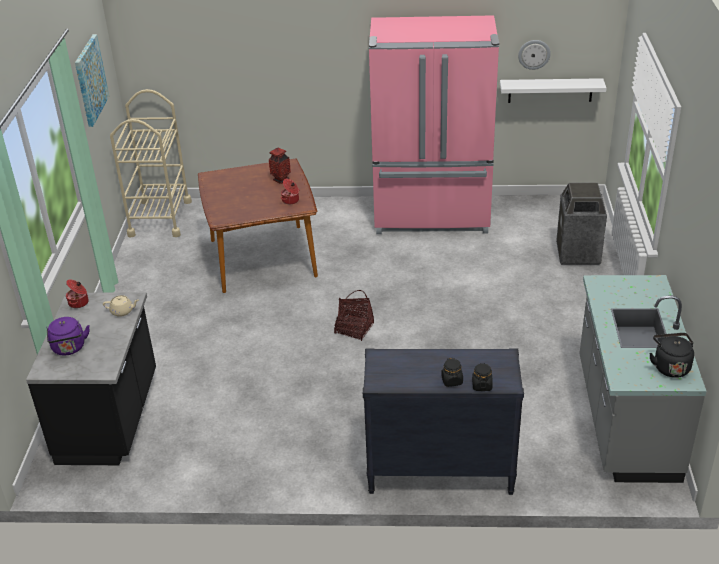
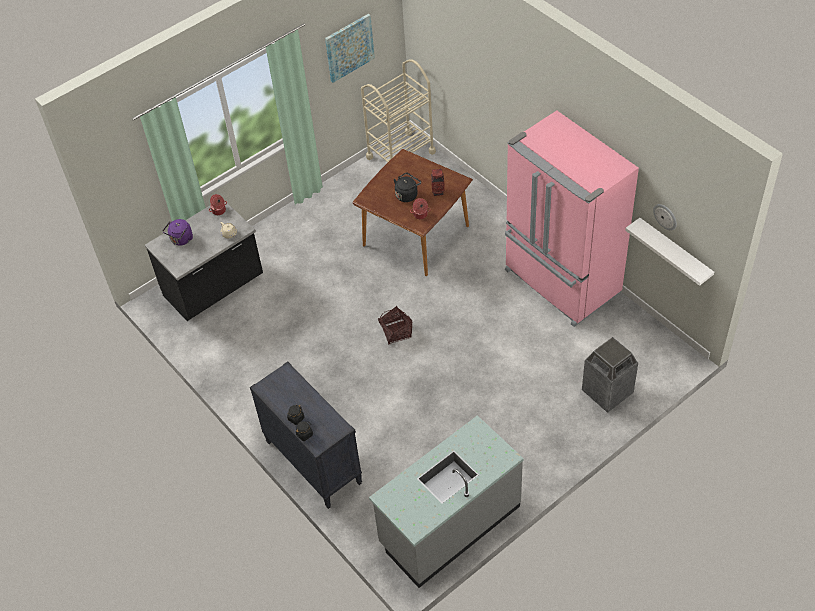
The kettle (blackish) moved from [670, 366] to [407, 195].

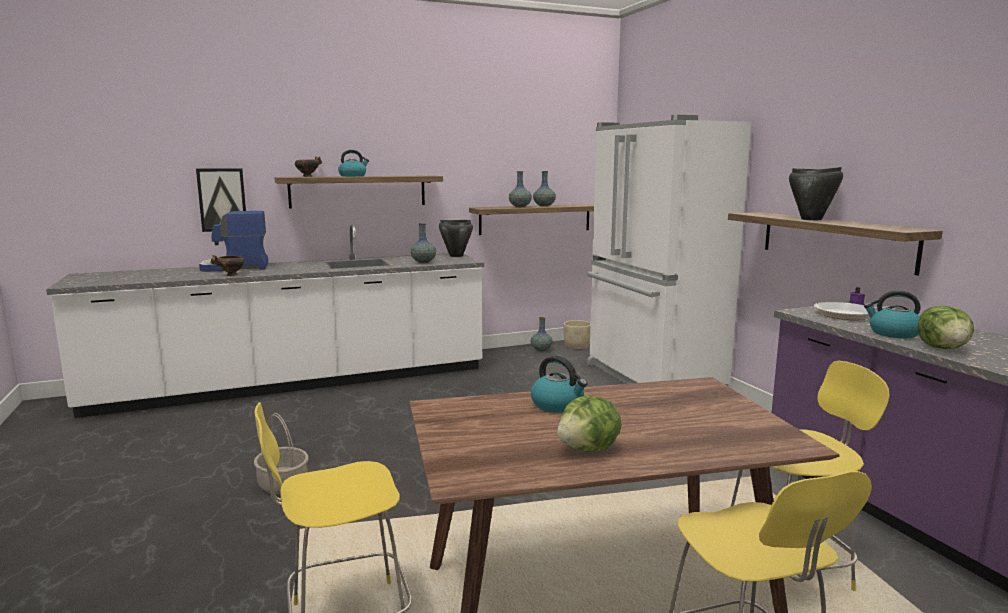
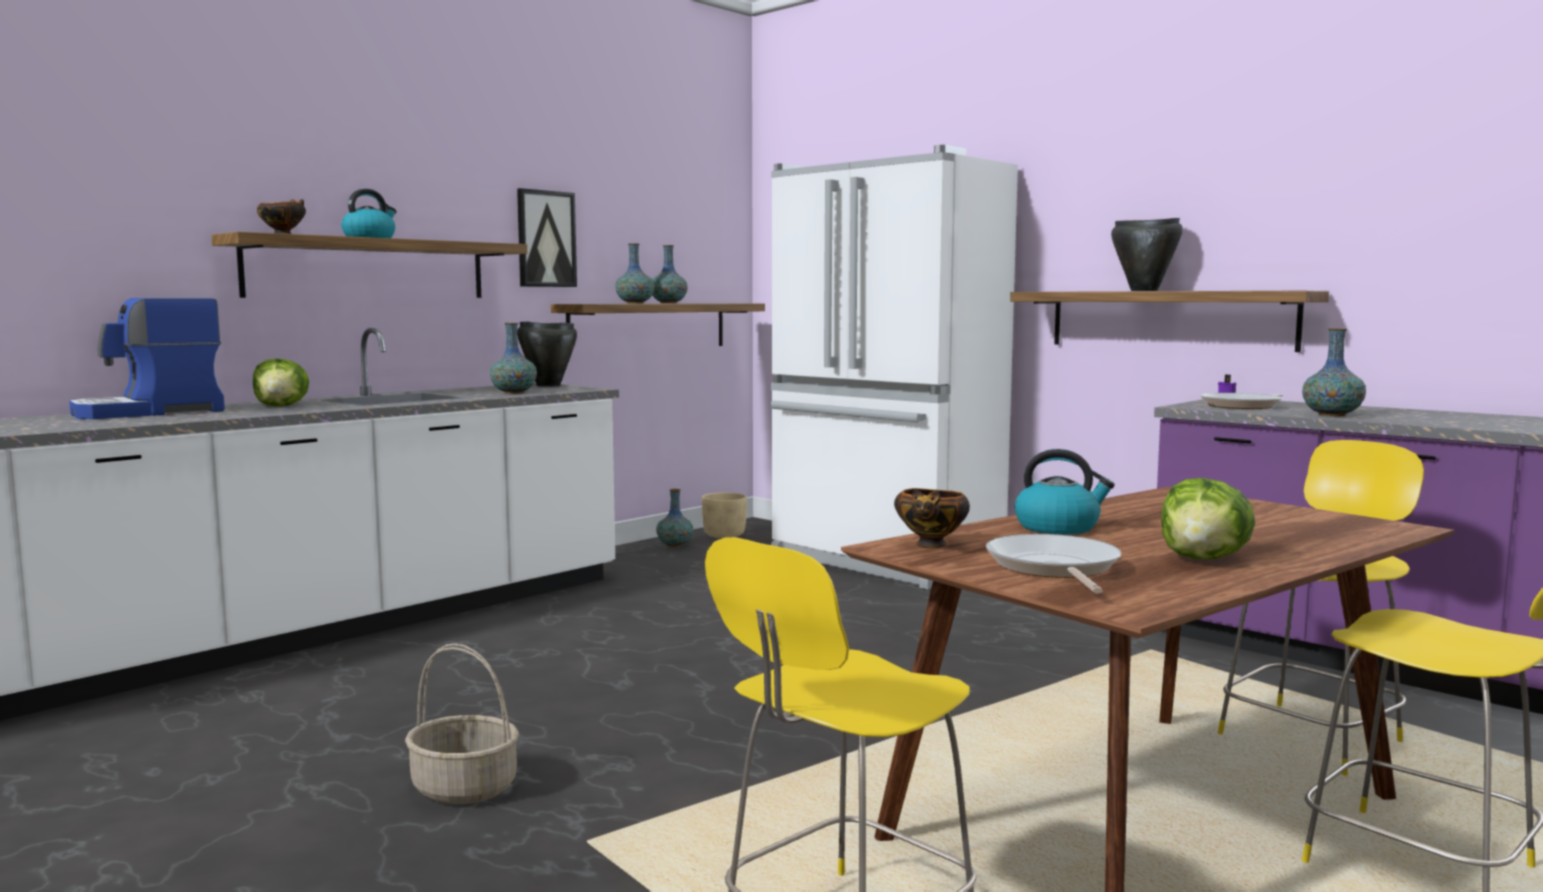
The frying pan at [1053, 568] appeared.
The wall art moved from [222, 199] to [546, 239].
The deep dish moved from [231, 275] to [931, 546].
The head of lettuce moved from [943, 348] to [281, 406].
The kettle at [893, 333] was replaced by the vase at [1332, 415].

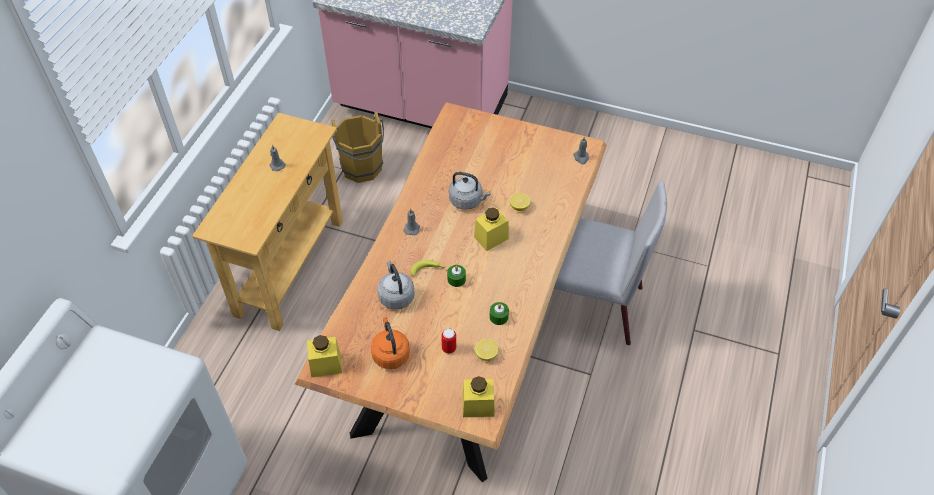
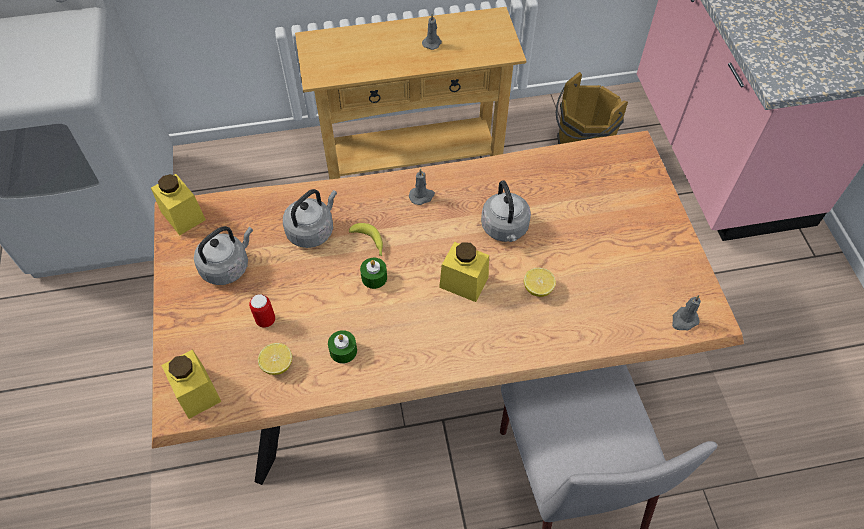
The kettle (orange-coloured) at [390, 354] became the kettle (grey) at [227, 266].

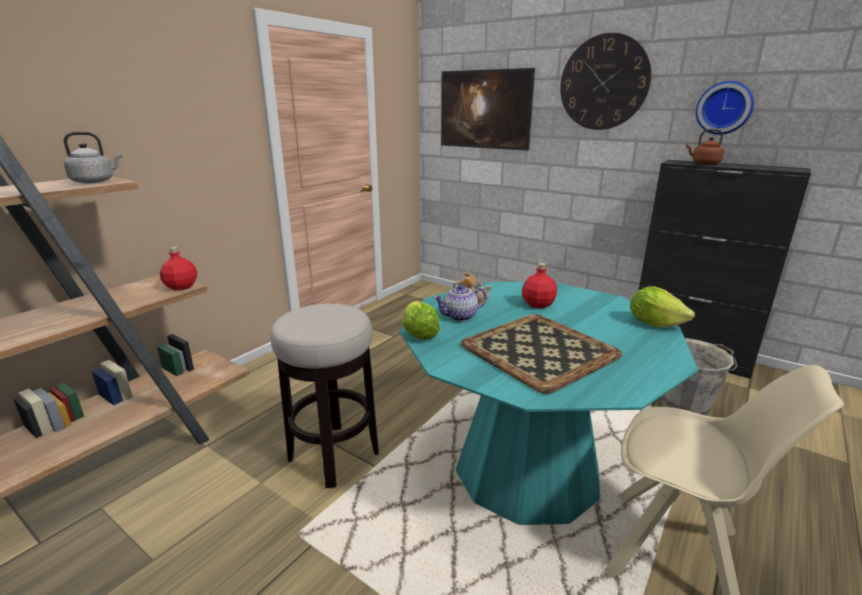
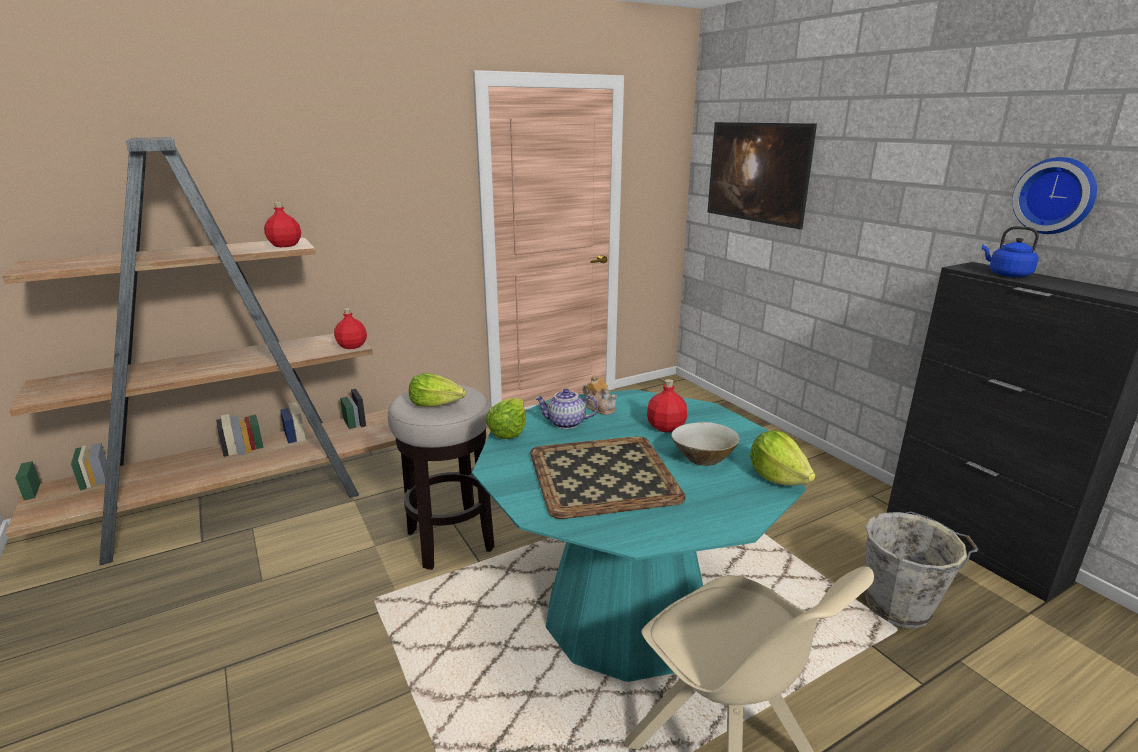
The hanging clock at [603, 83] disappeared.
The head of lettuce at [436, 404] appeared.
The deep dish (beige-coloured) at [703, 458] appeared.
The kettle (grey) at [95, 181] was replaced by the bottle (red) at [285, 245].
The kettle (brown-coloured) at [704, 163] became the kettle (blue-coloured) at [1007, 274].

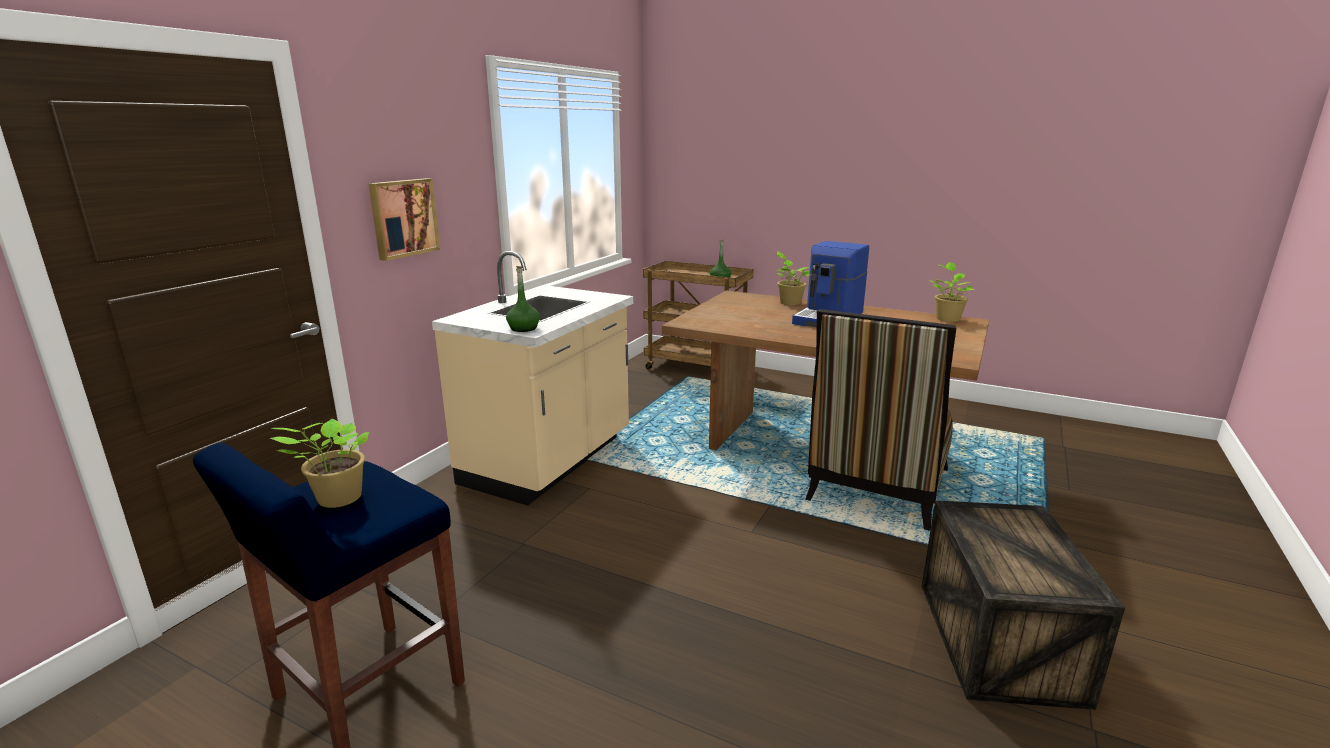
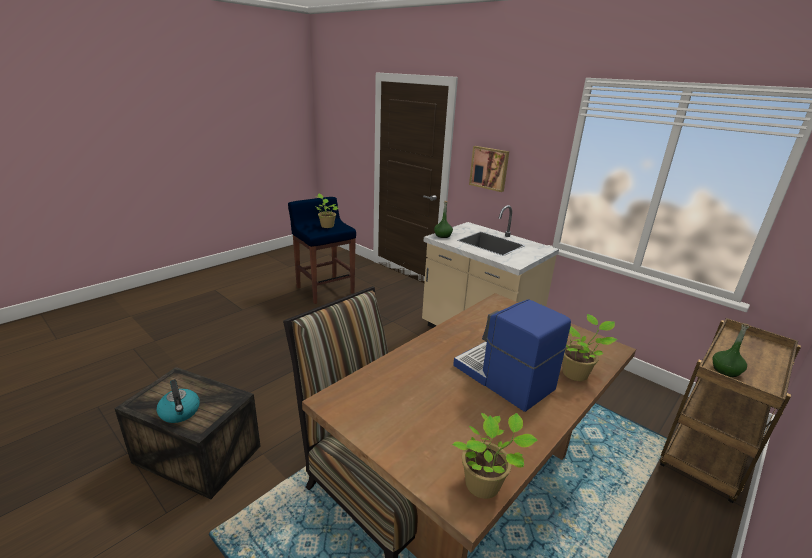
The kettle at [180, 412] appeared.

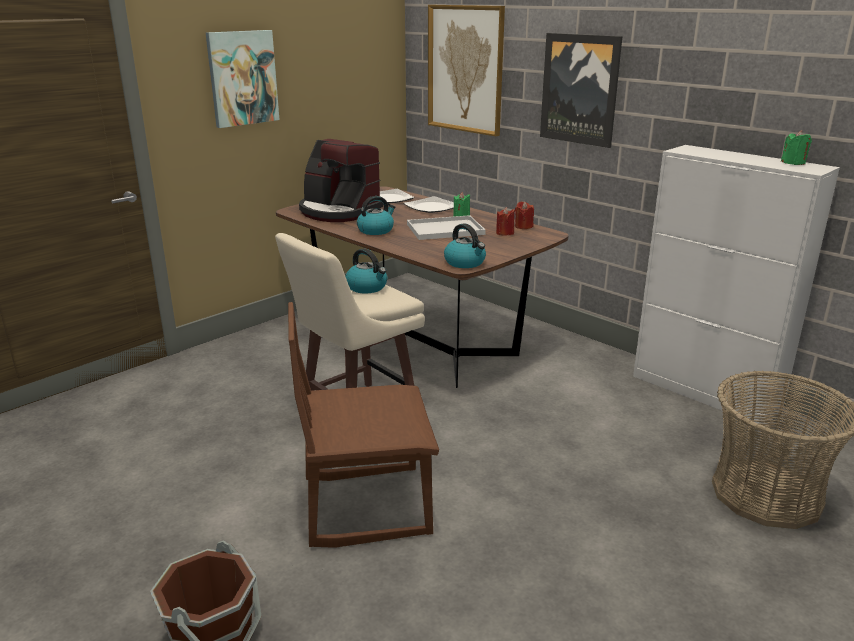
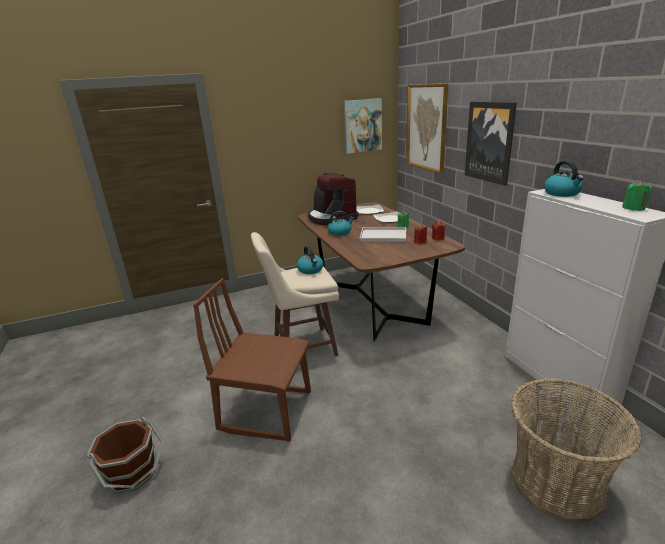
The wall art moved from [242, 78] to [362, 125].
The kettle moved from [465, 263] to [562, 193].

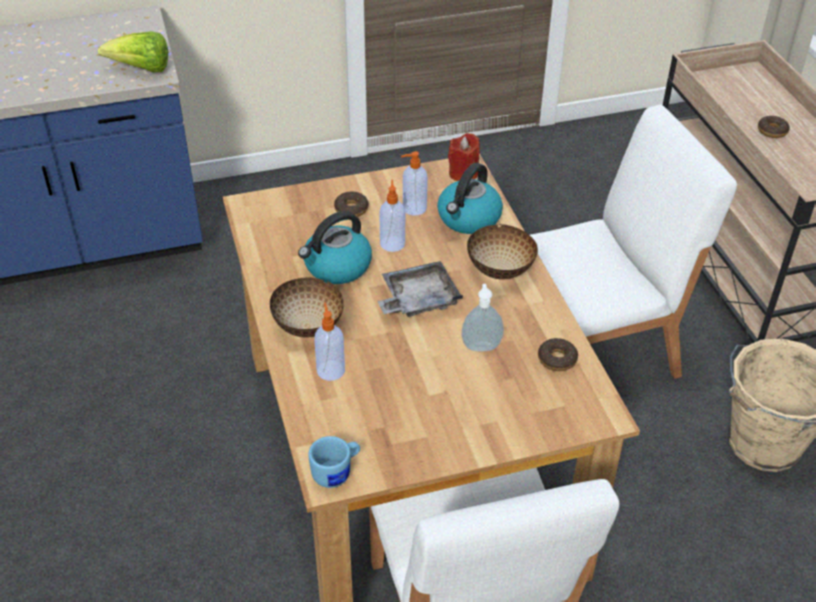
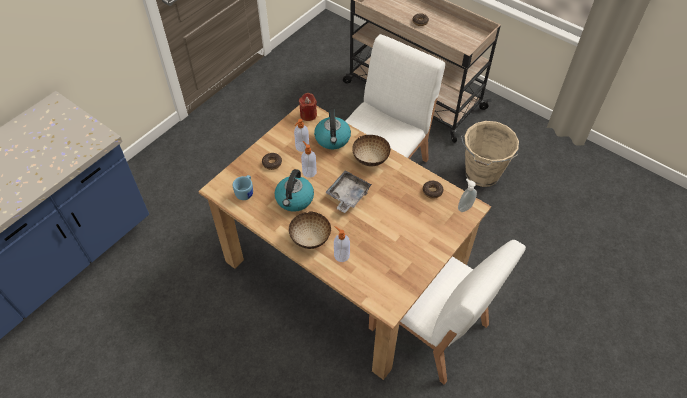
The head of lettuce at [142, 69] disappeared.
The tea mug (blue-coloured) moved from [337, 472] to [246, 192].
The soap dispenser moved from [481, 346] to [464, 207].

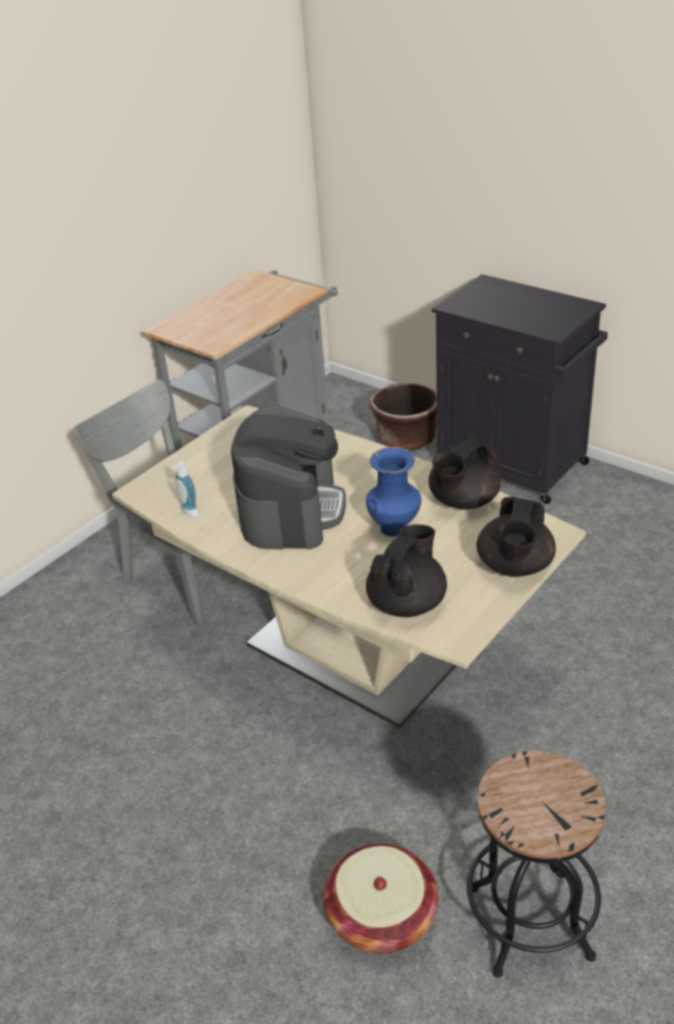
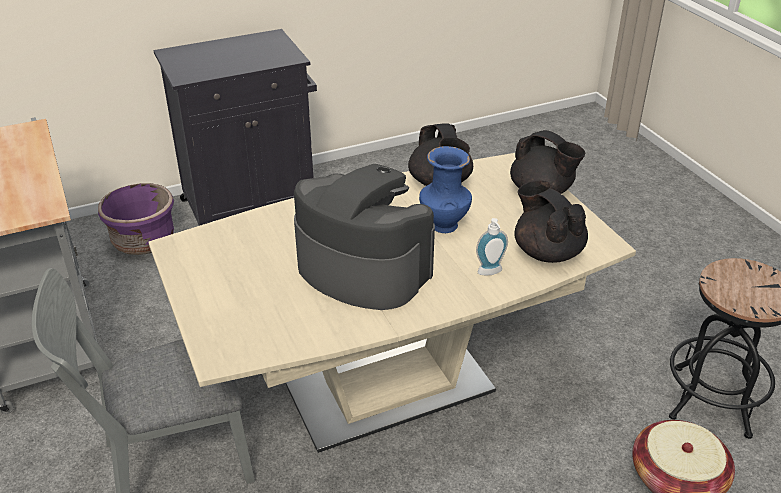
The soap dispenser moved from [187, 513] to [491, 273].
The planter (brown-coloured) at [406, 439] became the planter (purplish) at [143, 241].

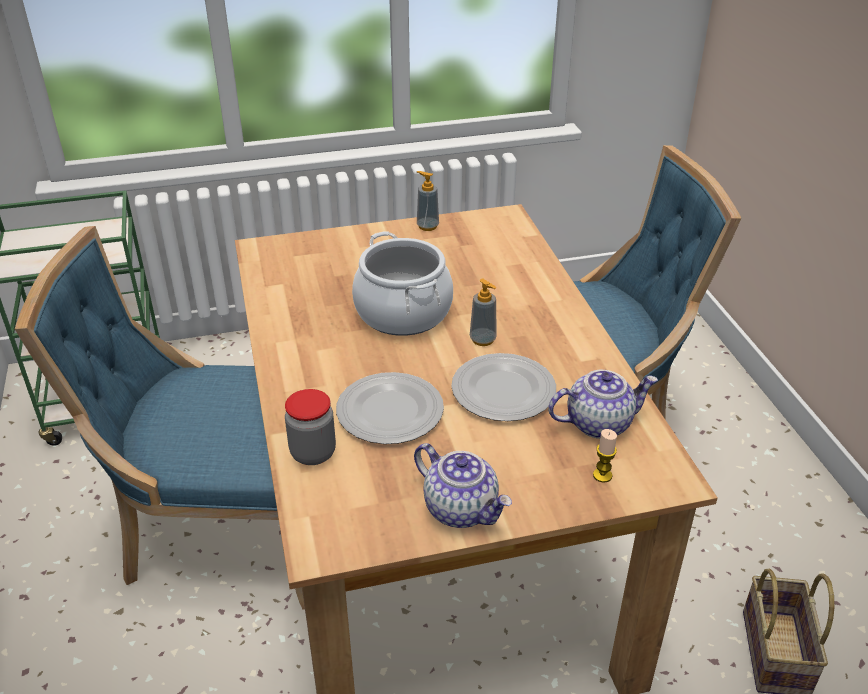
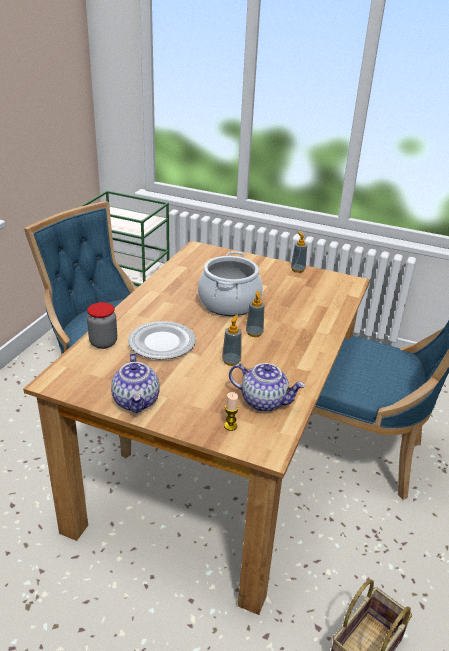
The dinner plate at [502, 391] was replaced by the soap dispenser at [231, 361].

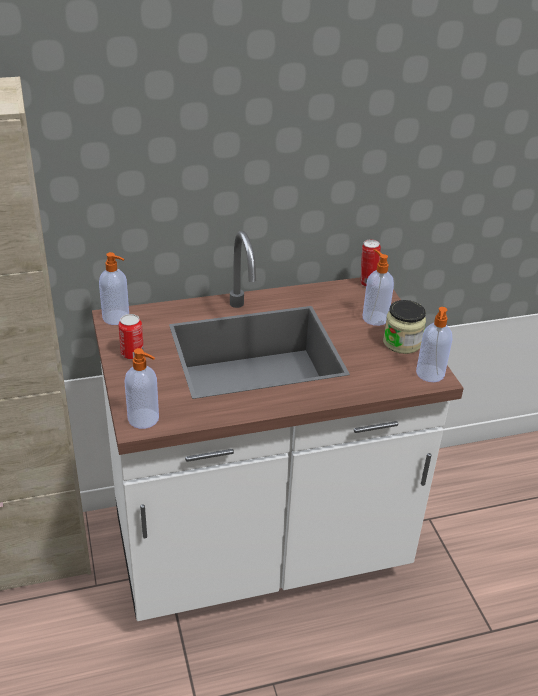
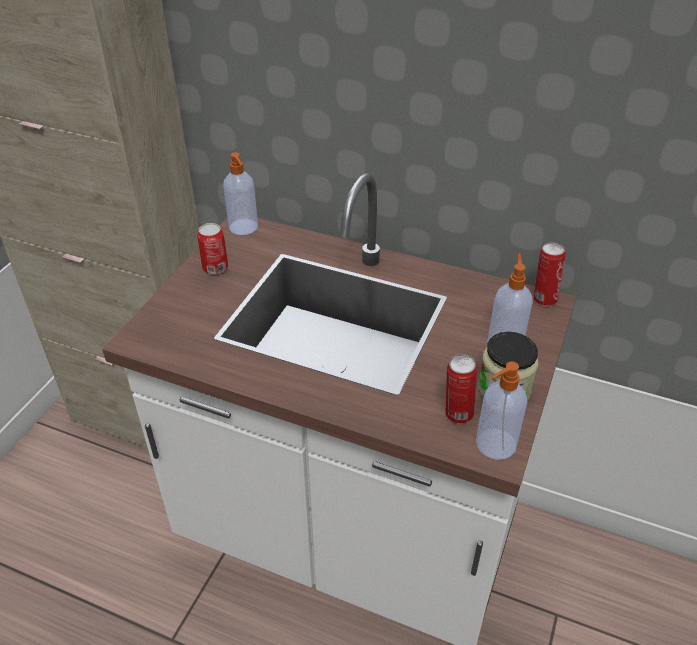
The soap dispenser at [144, 419] disappeared.
The metal can at [457, 414] appeared.

